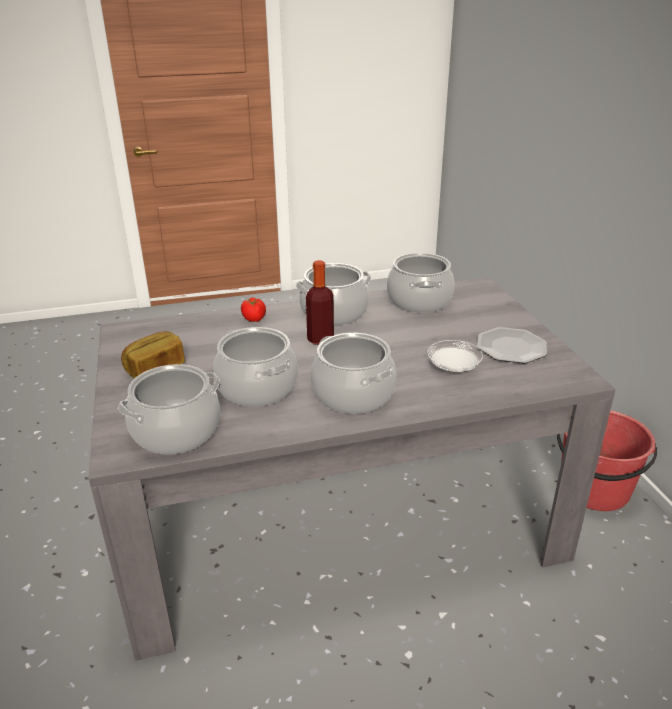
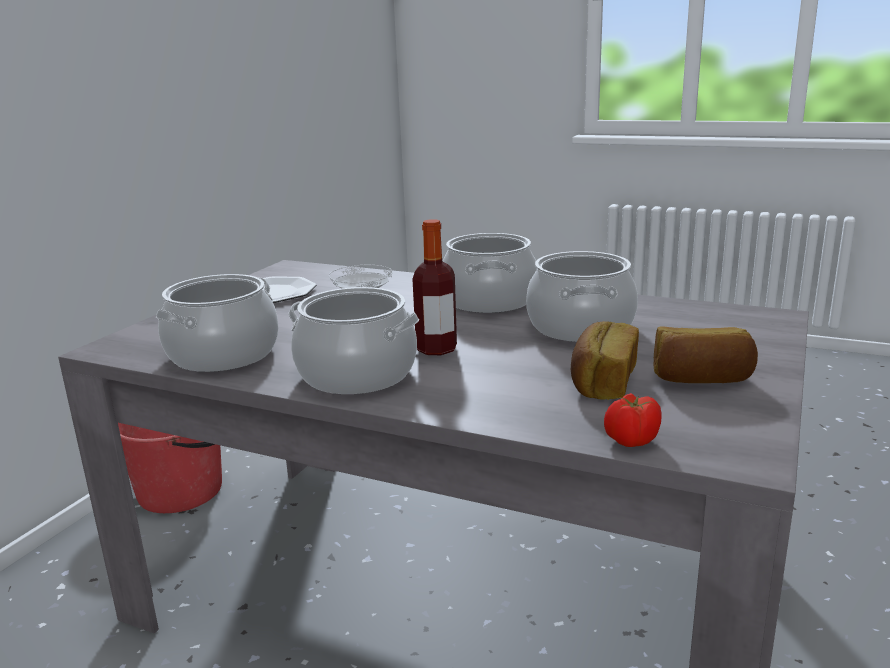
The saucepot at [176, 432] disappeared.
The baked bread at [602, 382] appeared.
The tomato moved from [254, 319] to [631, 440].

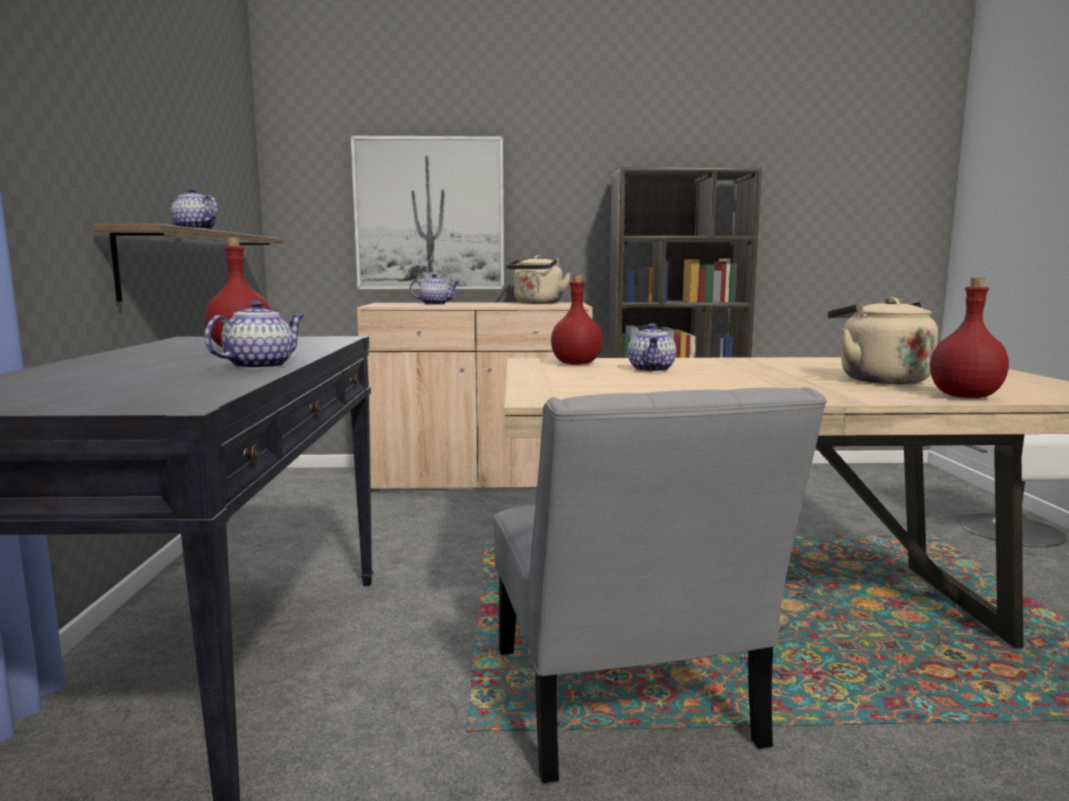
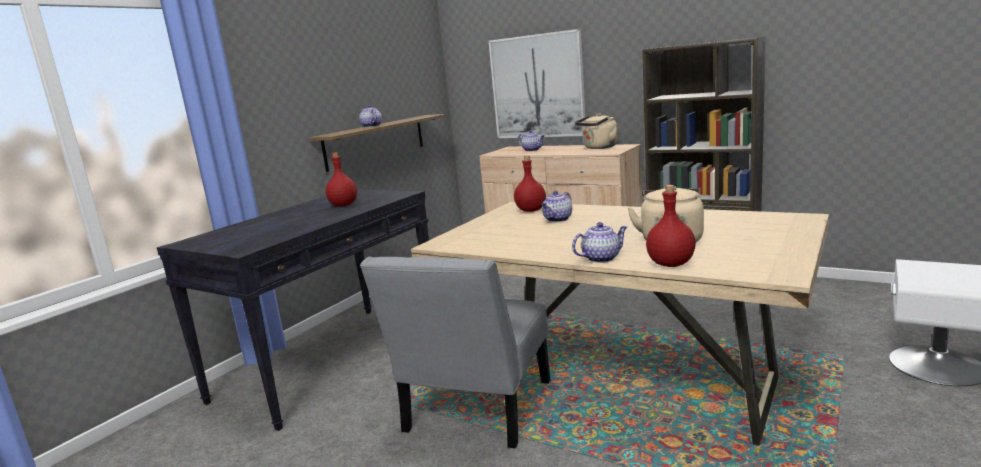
The tea pot moved from [260, 366] to [601, 258].

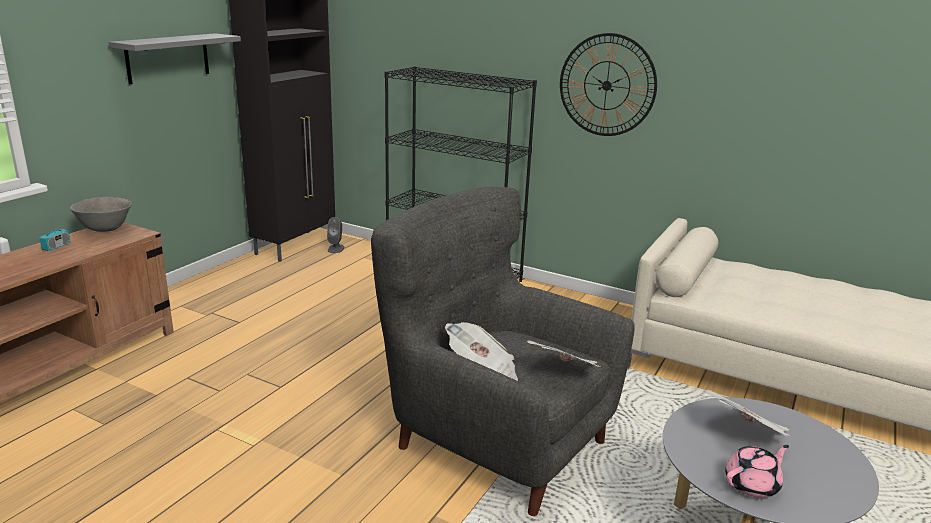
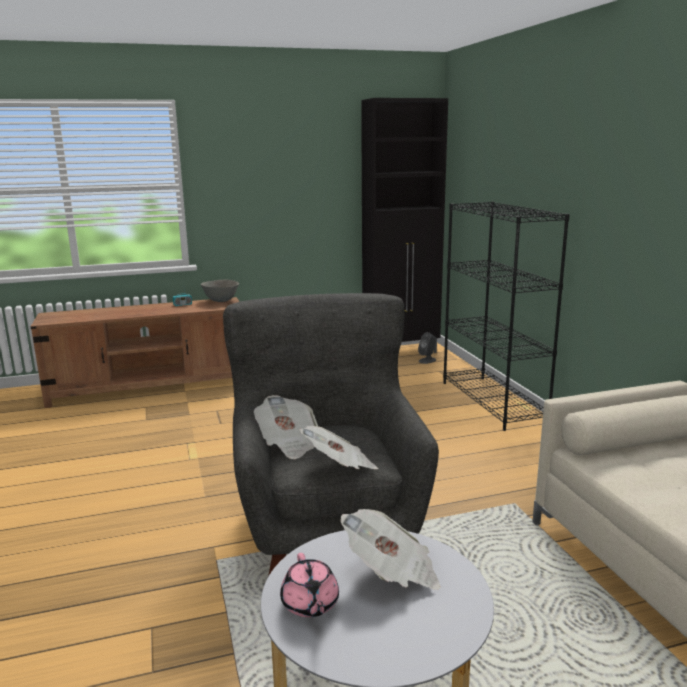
The bracket shelf (grey) at [168, 58] disappeared.
The hanging clock at [607, 85] disappeared.
The tea pot (pinkish) at [752, 485] turned 60 degrees clockwise.

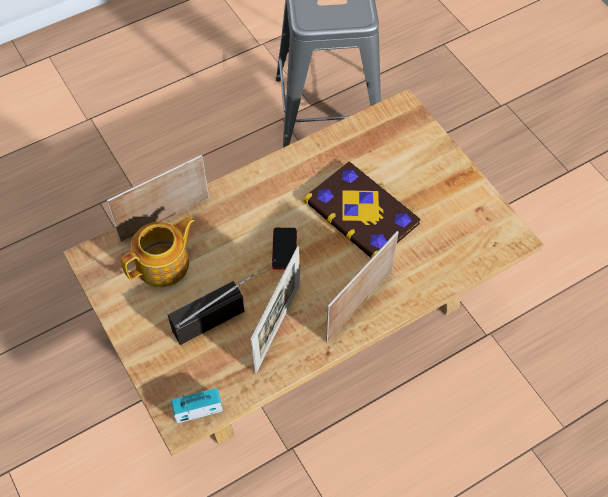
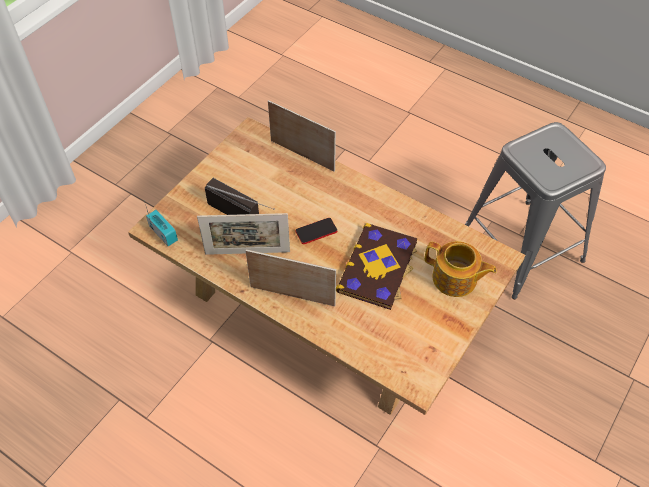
The tea pot moved from [164, 264] to [455, 279].

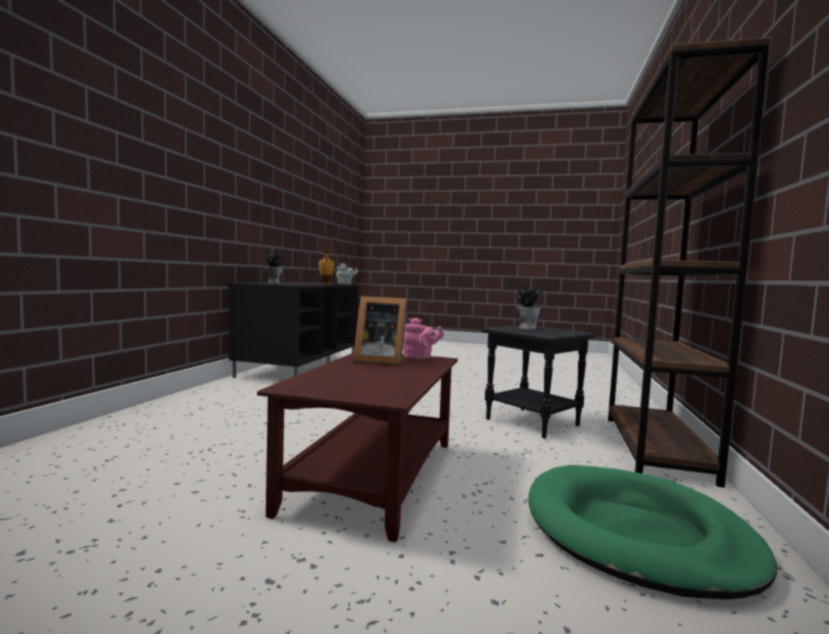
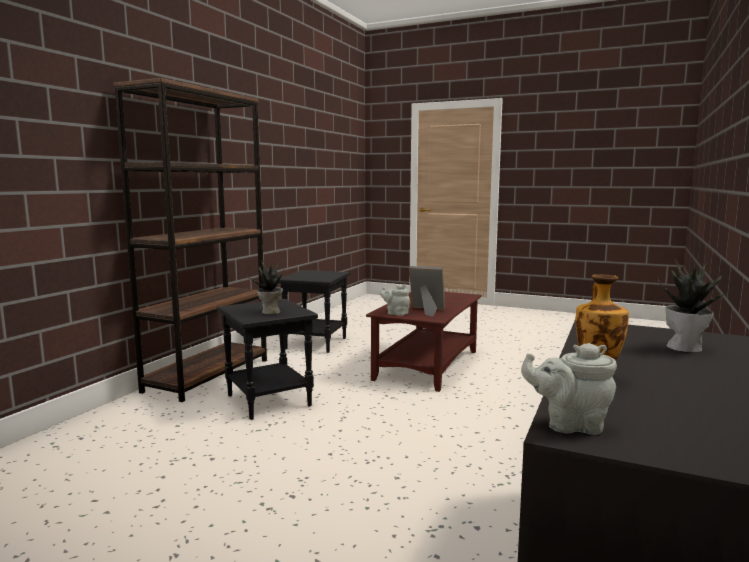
The pet bed (greenish) at [636, 534] was replaced by the end table (blackish) at [315, 343].
The tea pot (pinkish) at [419, 358] became the tea pot (grey) at [396, 313].

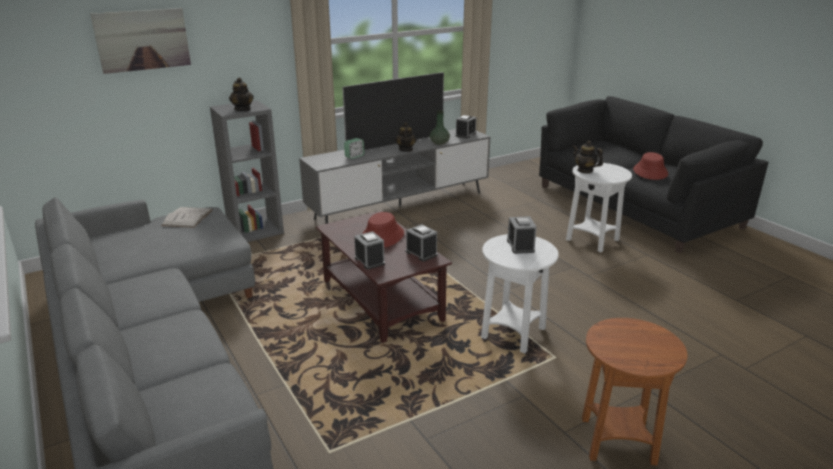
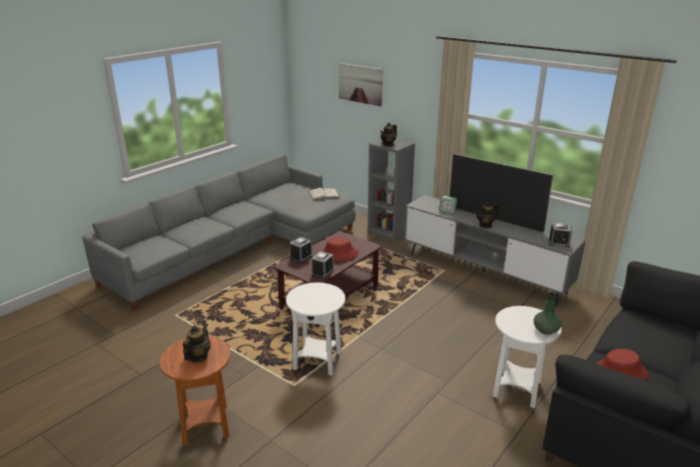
The table clock at [520, 246] disappeared.
The vase (greenish) moved from [439, 143] to [545, 330].
The tea pot moved from [585, 170] to [198, 357].

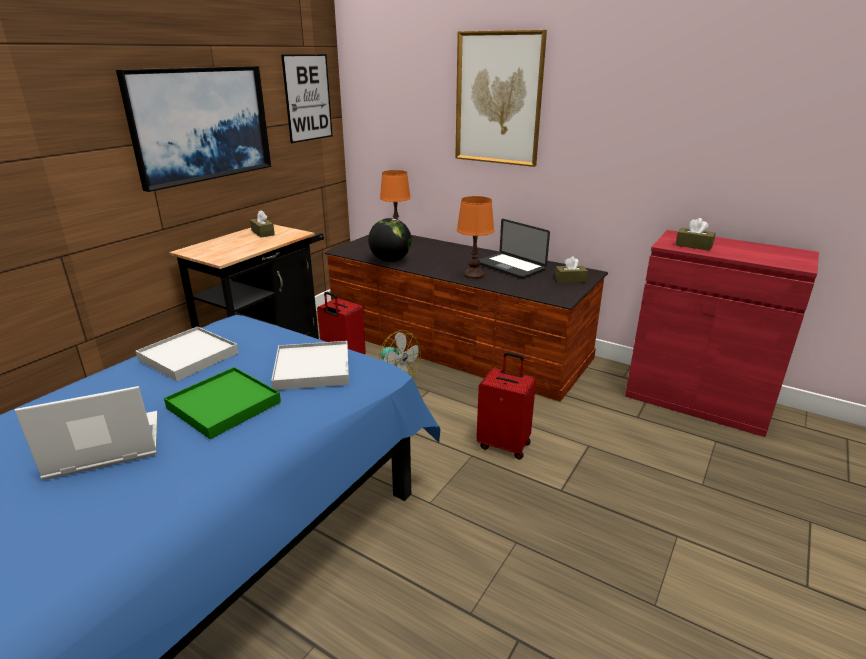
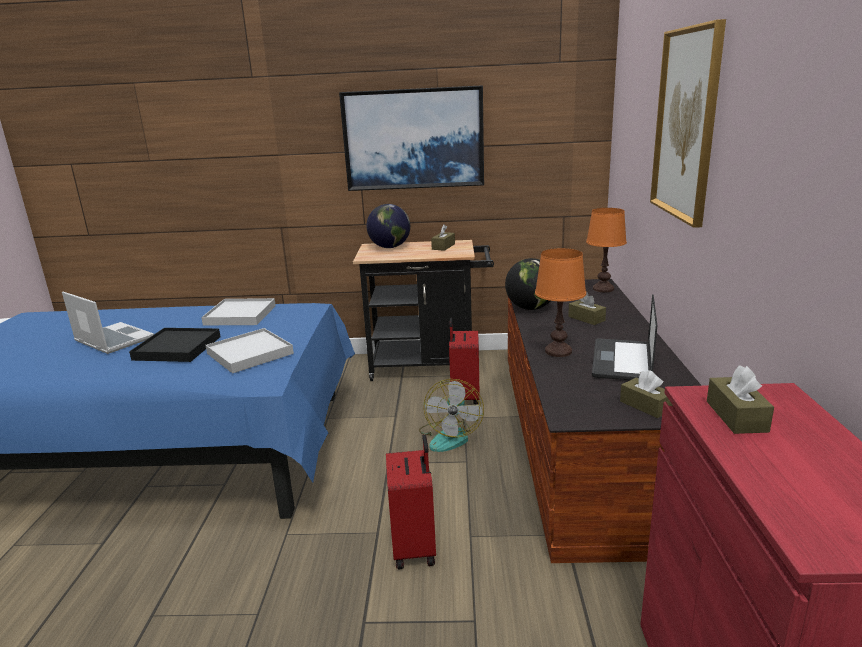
The wall art at [308, 98] disappeared.
The desk globe at [390, 247] appeared.
The box of tissues (brown-coloured) at [586, 318] appeared.
The carrying tray (greenish) at [224, 405] became the carrying tray (blackish) at [177, 348].

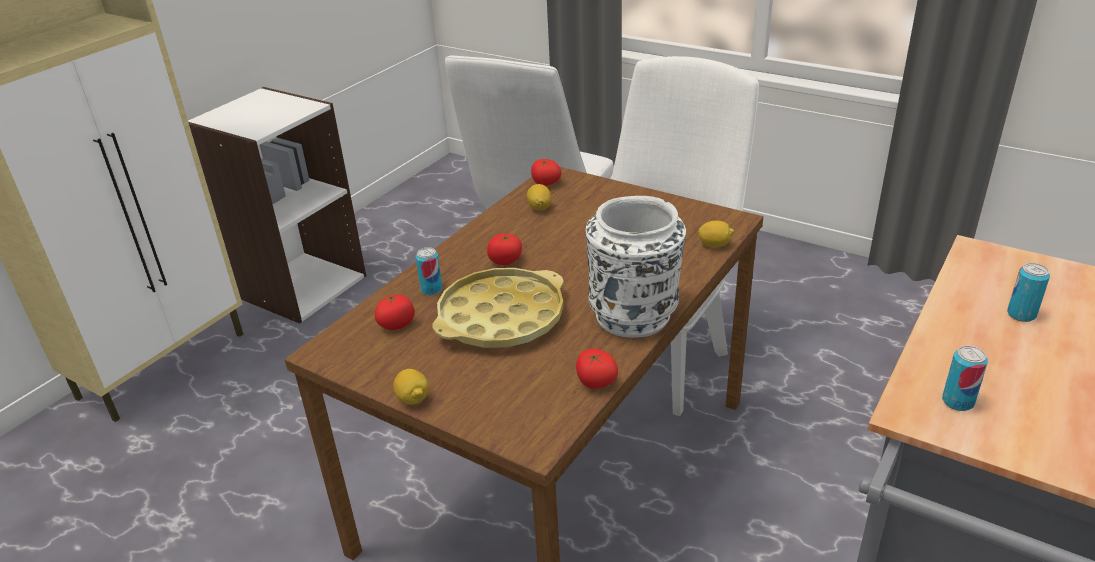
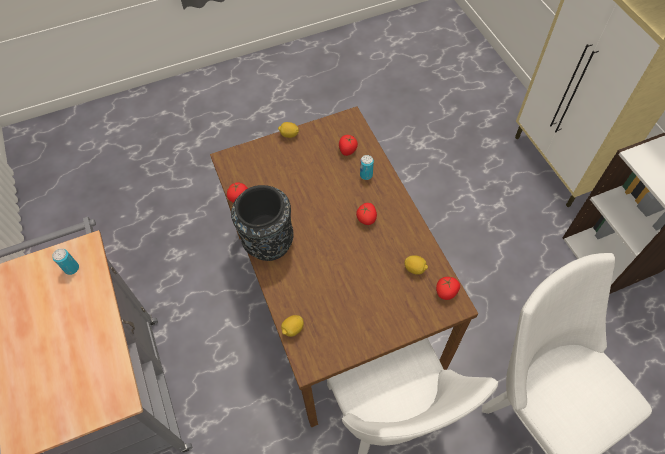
The carrying tray (yellow) at [501, 317] disappeared.
The metal can at [1021, 314] disappeared.
The vase (white-coloured) at [635, 315] became the vase (blackish) at [268, 242].

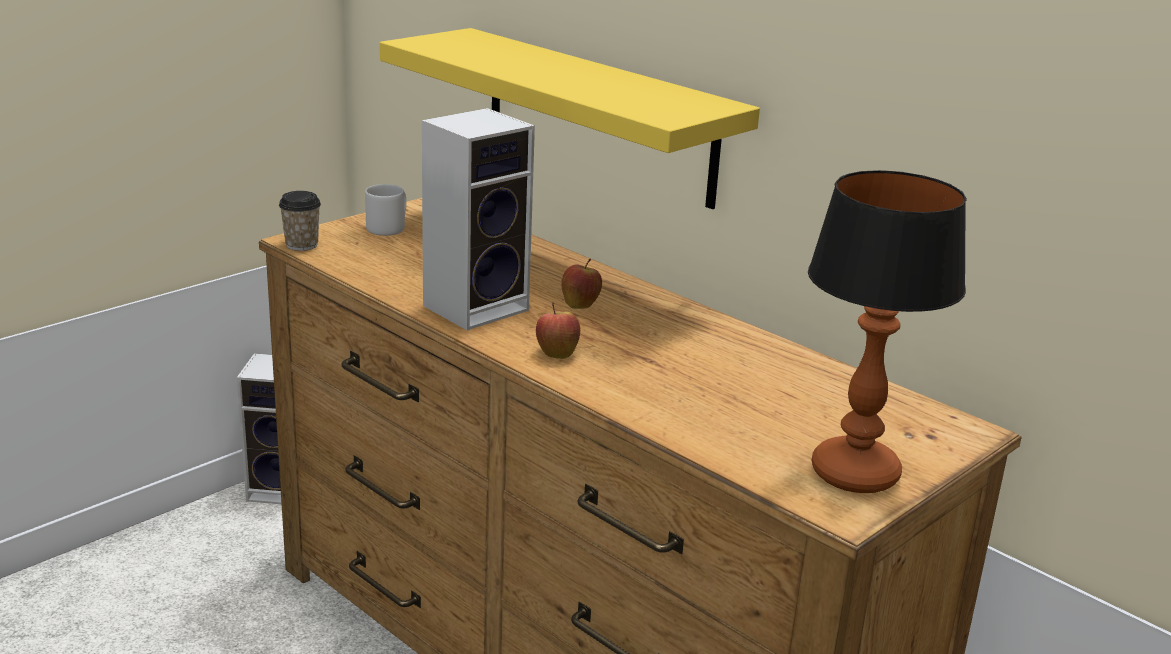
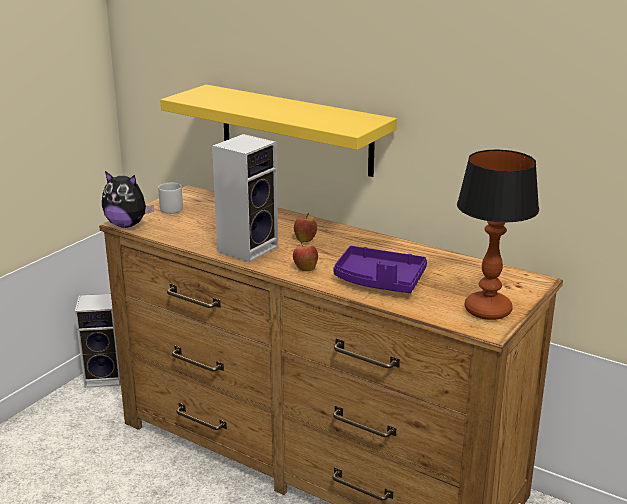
The carrying tray (purplish) at [379, 281] appeared.
The small cup at [301, 245] was replaced by the cuddly toy at [127, 225].

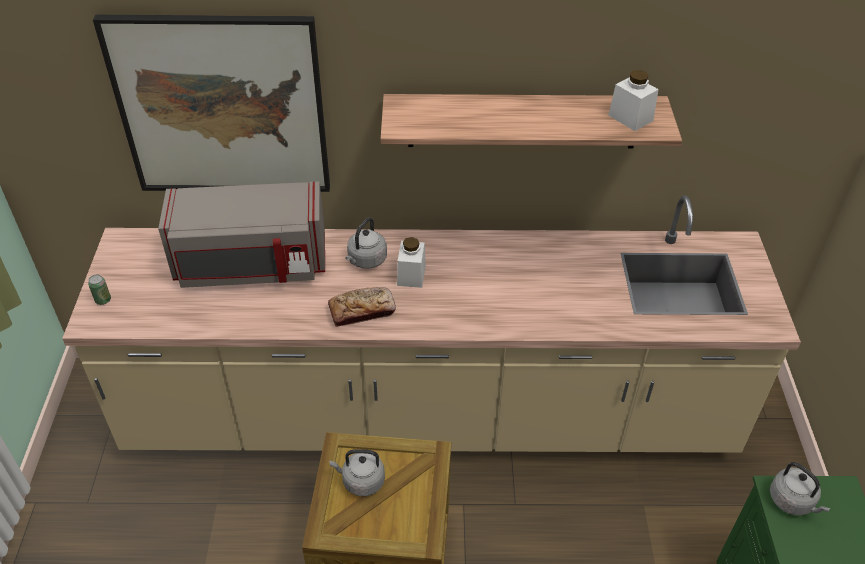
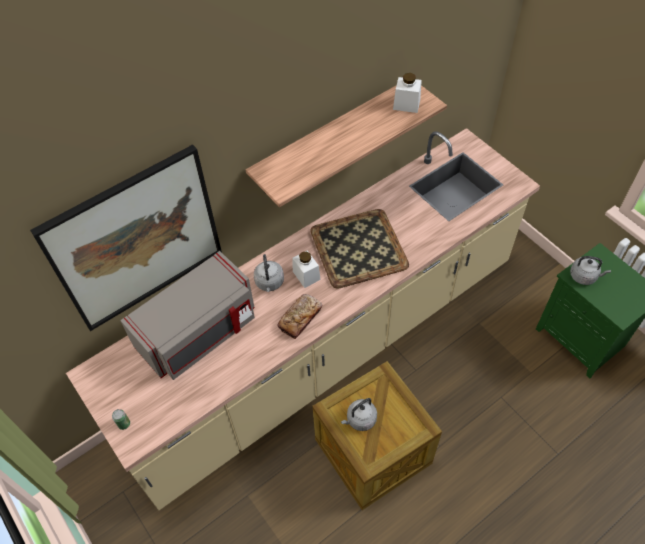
The carrying tray at [357, 248] appeared.

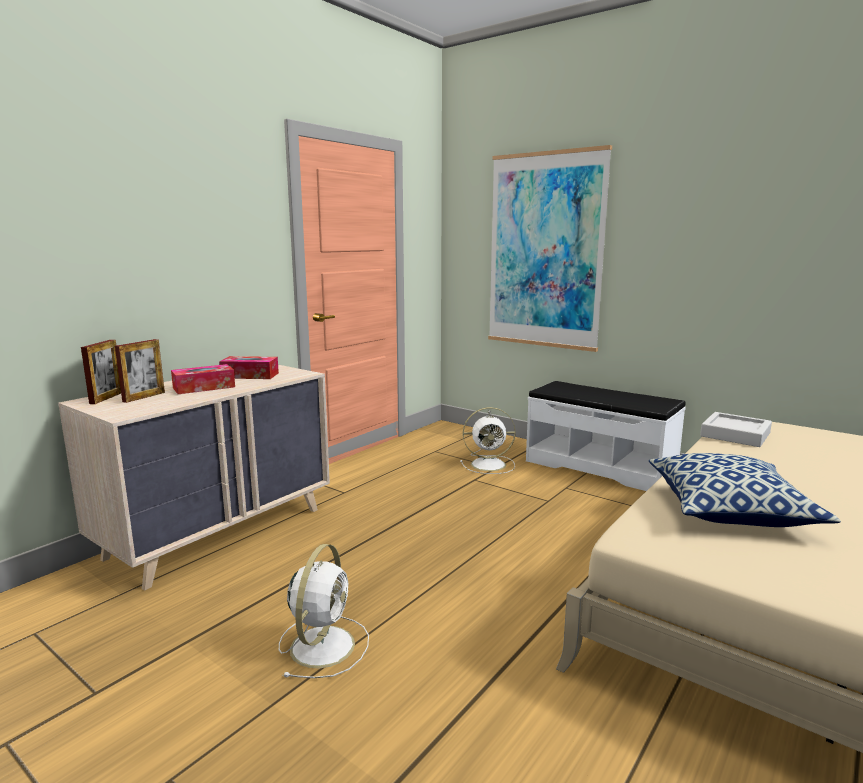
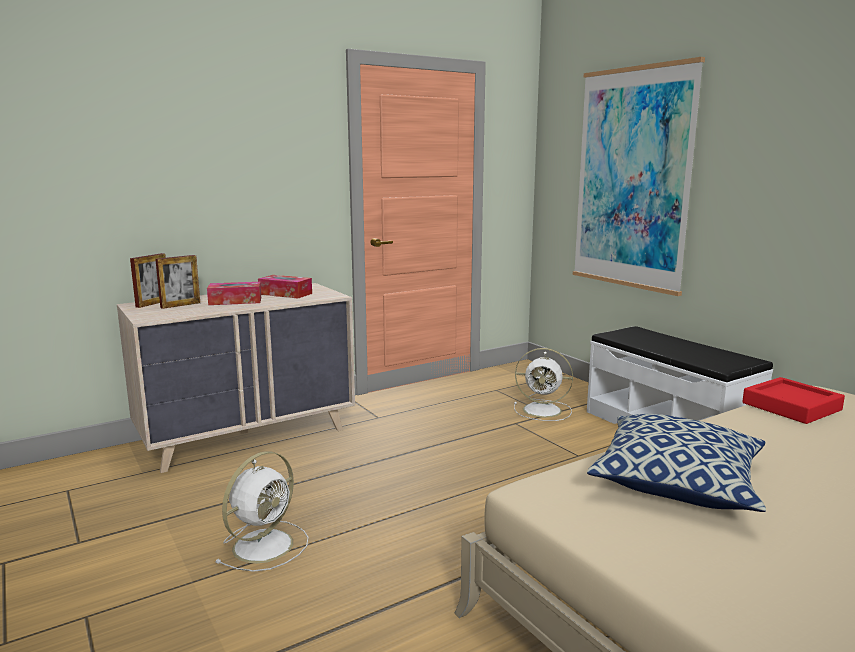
The carrying tray (grey) at [735, 434] became the carrying tray (red) at [791, 406].

